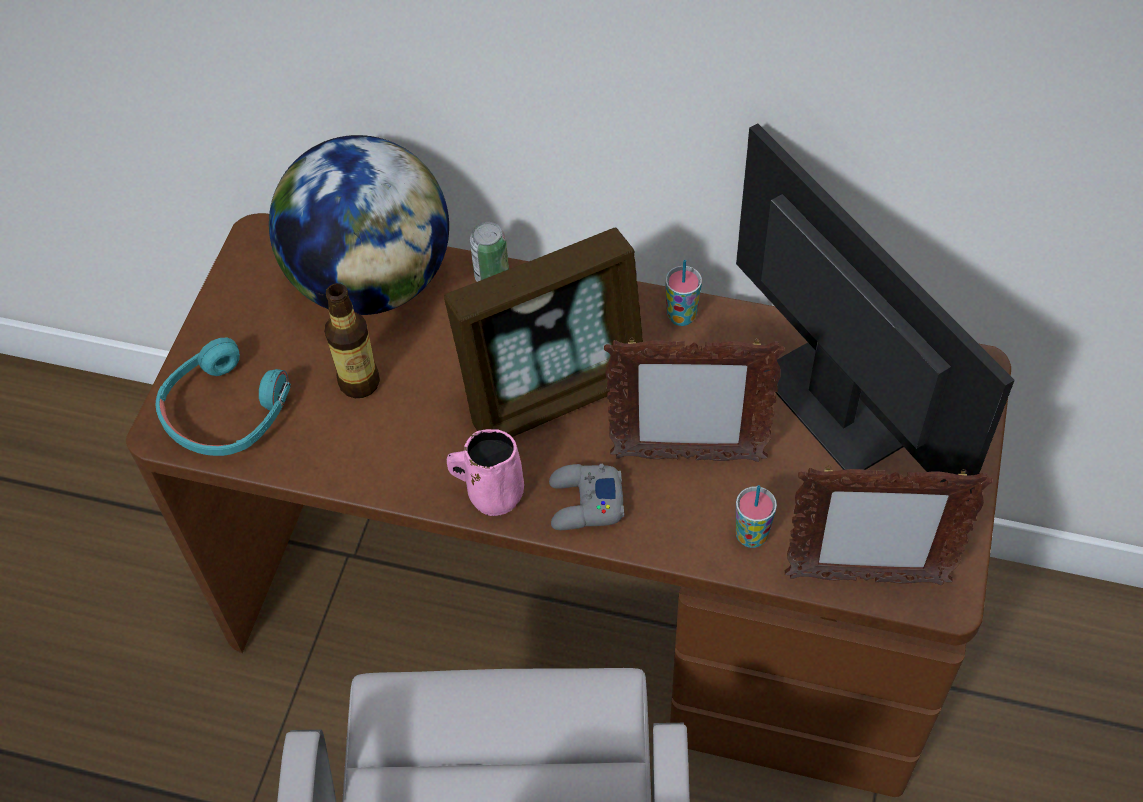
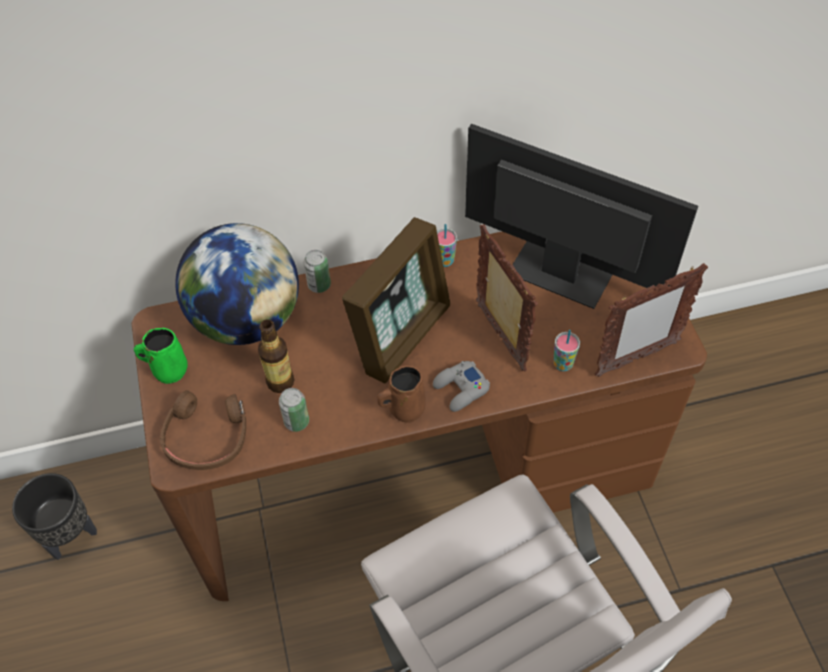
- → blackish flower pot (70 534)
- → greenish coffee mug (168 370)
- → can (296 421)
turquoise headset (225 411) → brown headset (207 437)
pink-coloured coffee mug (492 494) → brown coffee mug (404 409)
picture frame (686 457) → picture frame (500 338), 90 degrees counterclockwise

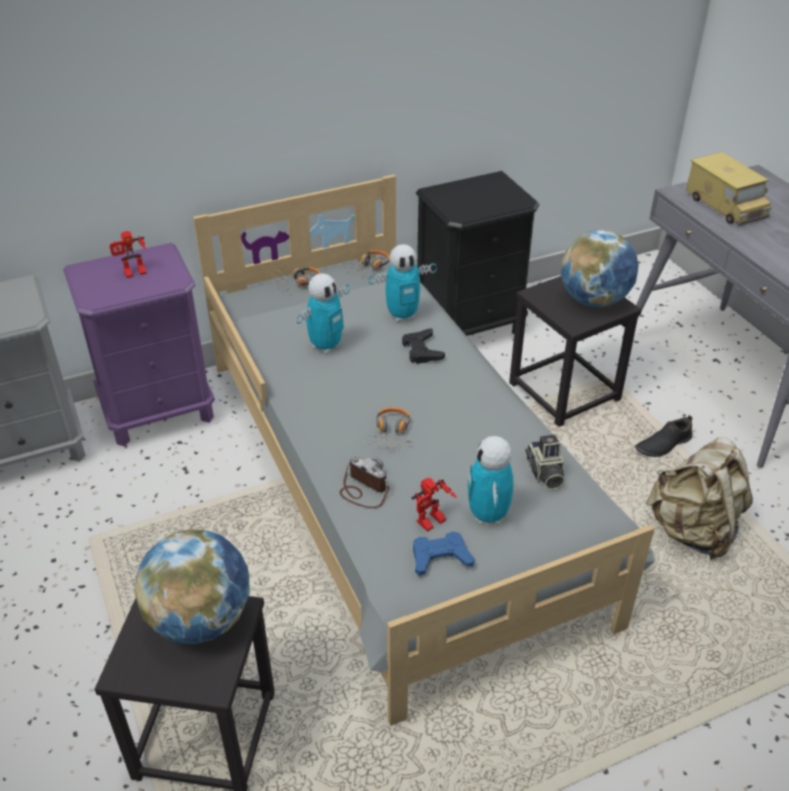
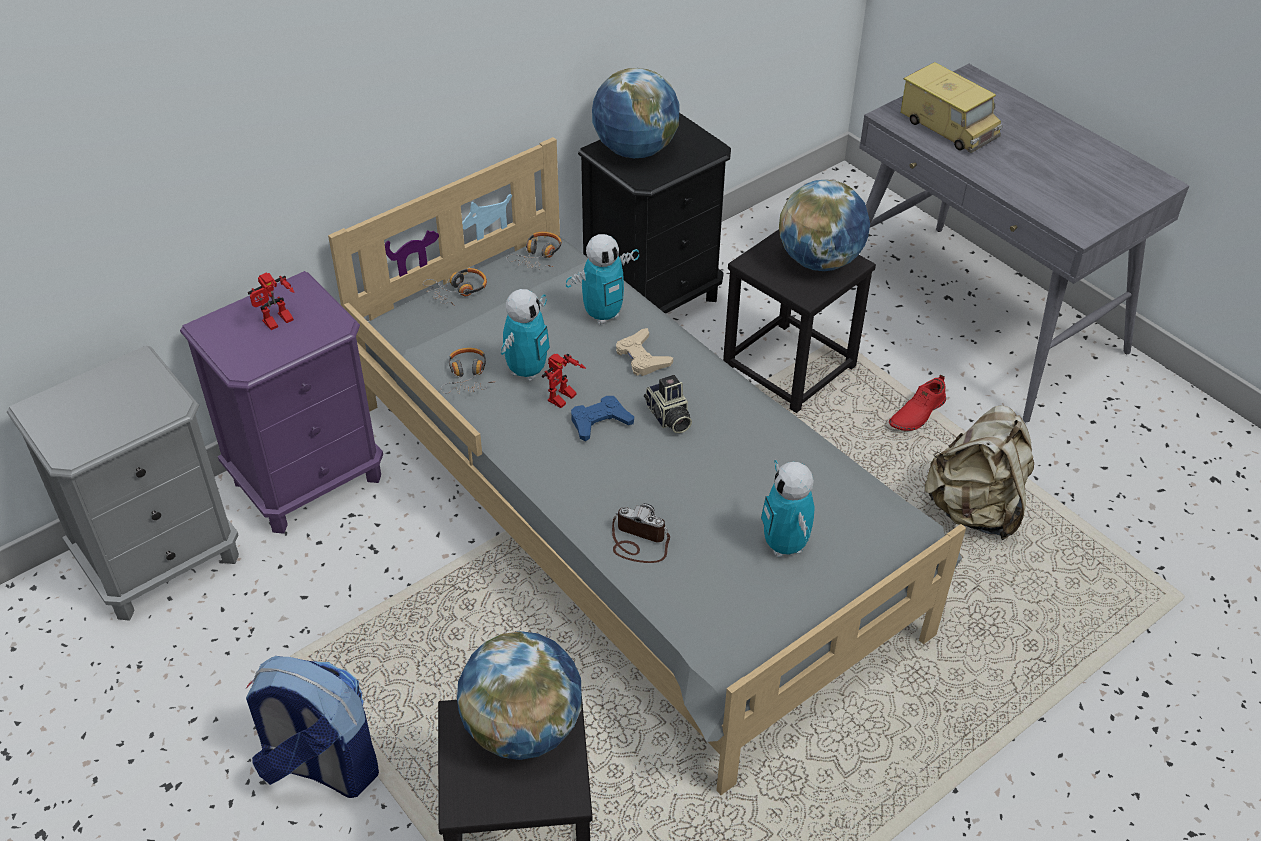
- → rucksack (320 766)
- → globe (635 151)
headset (390 433) → headset (467 377), moved
robot figure (432 524) → robot figure (563 400), moved
bluish gamepad (440 557) → bluish gamepad (600 422), moved
photo camera (544 473) → photo camera (668 417), moved
blackish gamepad (422 350) → beige-coloured gamepad (642 357)
blackish shoe (663 444) → red-coloured shoe (916 413)

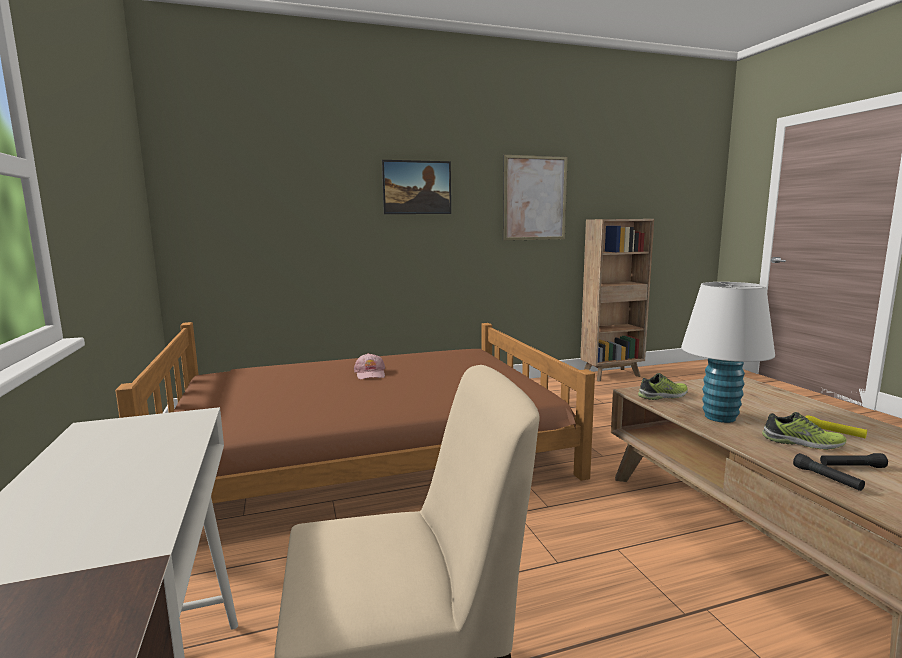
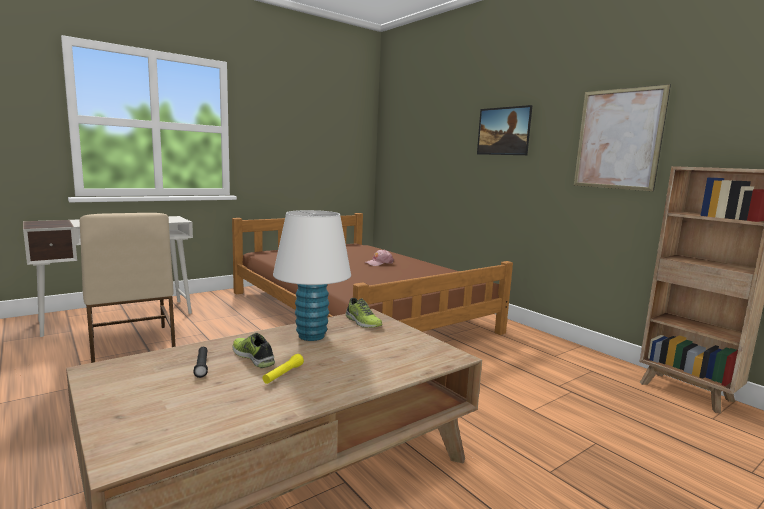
blackish torch (827 479) → -
shoe (802 443) → shoe (254 357), 135 degrees clockwise

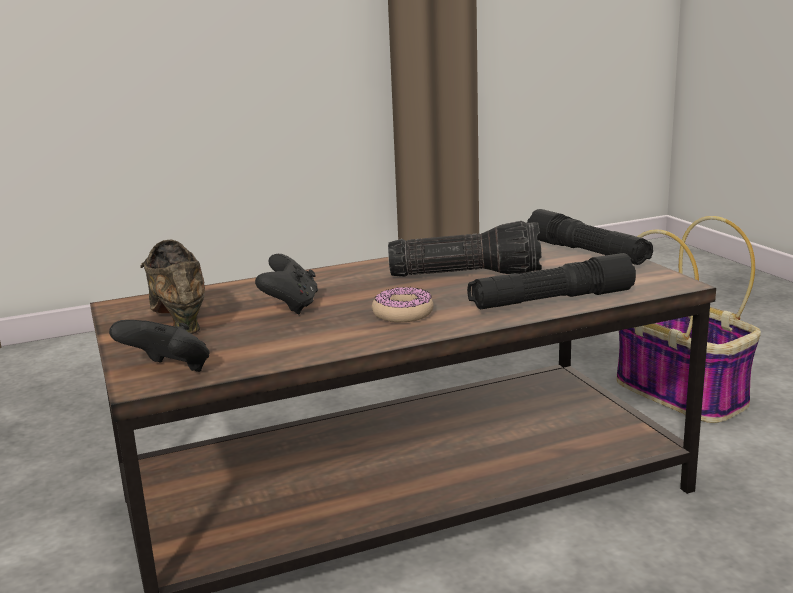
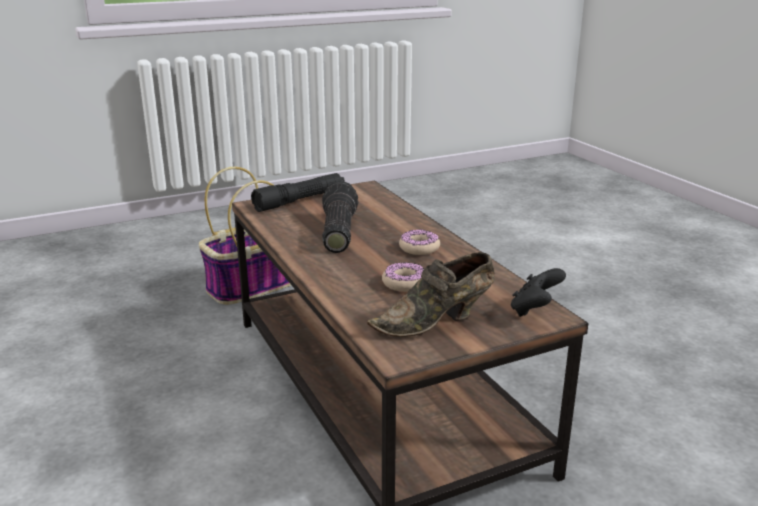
blackish torch (551 301) → -
blackish gamepad (291 306) → donut (404 283)

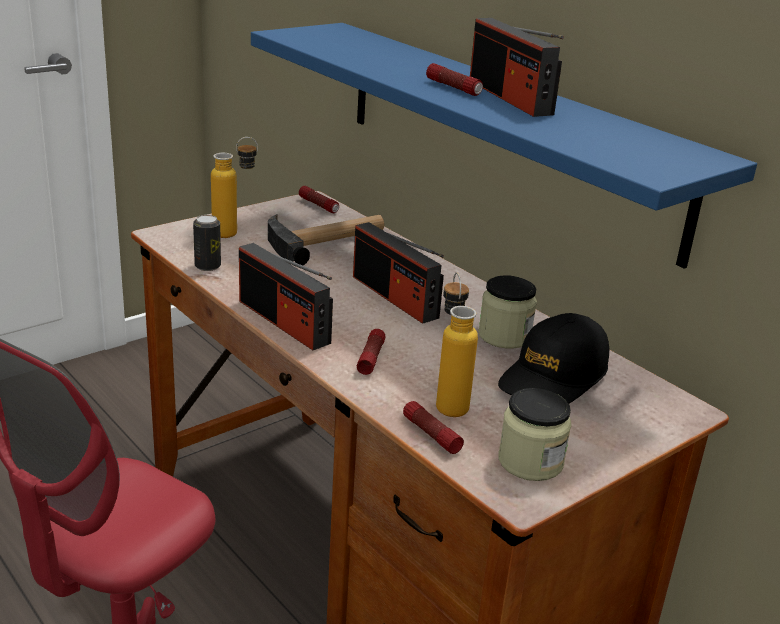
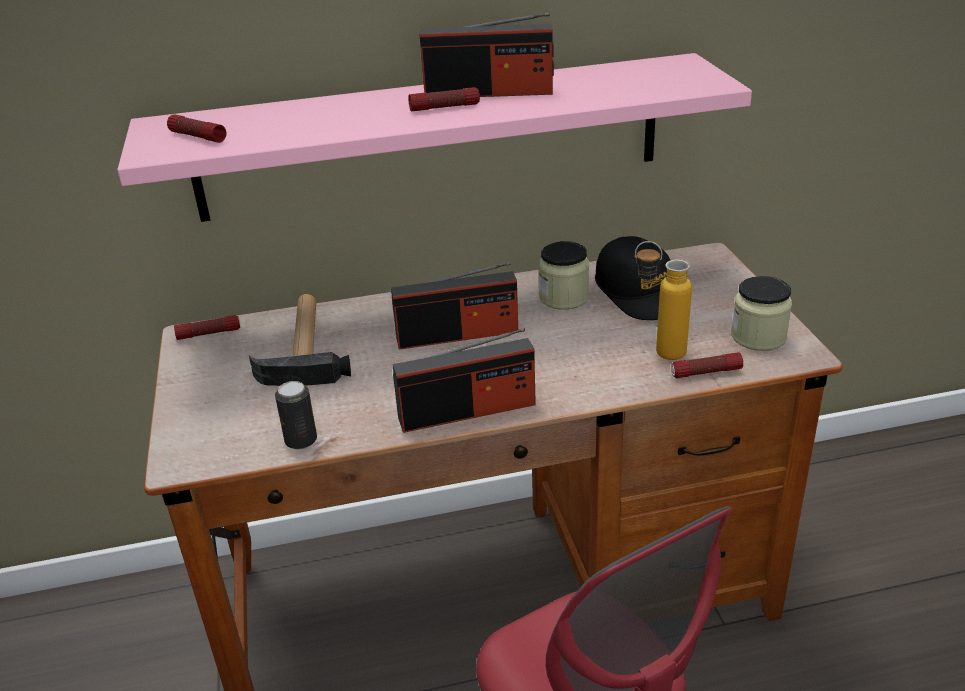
beverage bottle (235 233) → -
torch (371 358) → torch (197 137), moved
bluish shelf (503 132) → pink-coloured shelf (431 138)

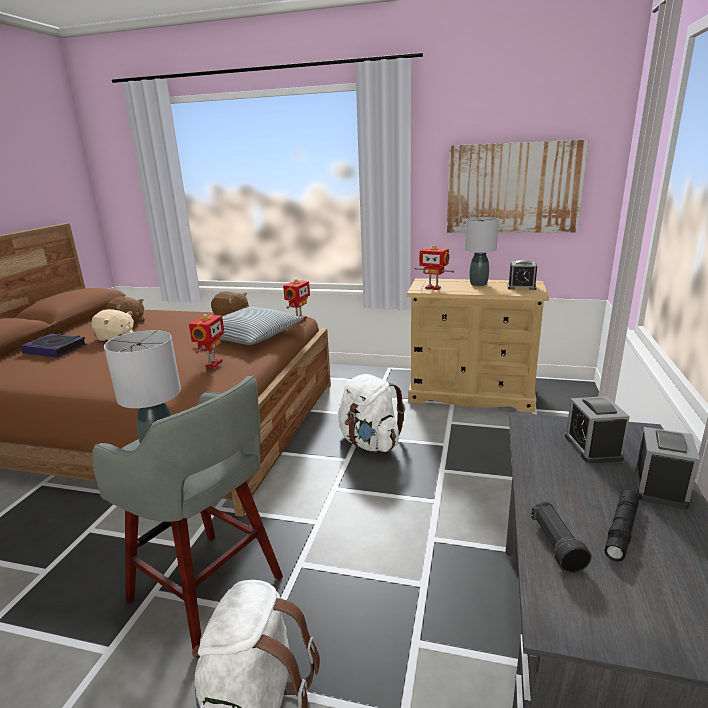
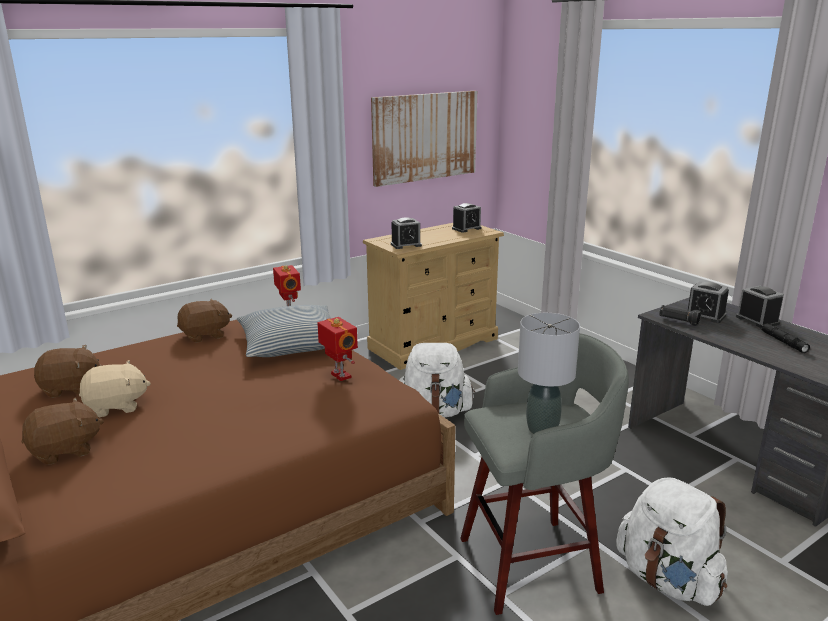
grey table lamp (478 284) → -
blackish torch (556 545) → blackish torch (678 321), moved
volume (55 349) → brown cuddly toy (65 450)
robot figure (433 288) → table clock (406 245)

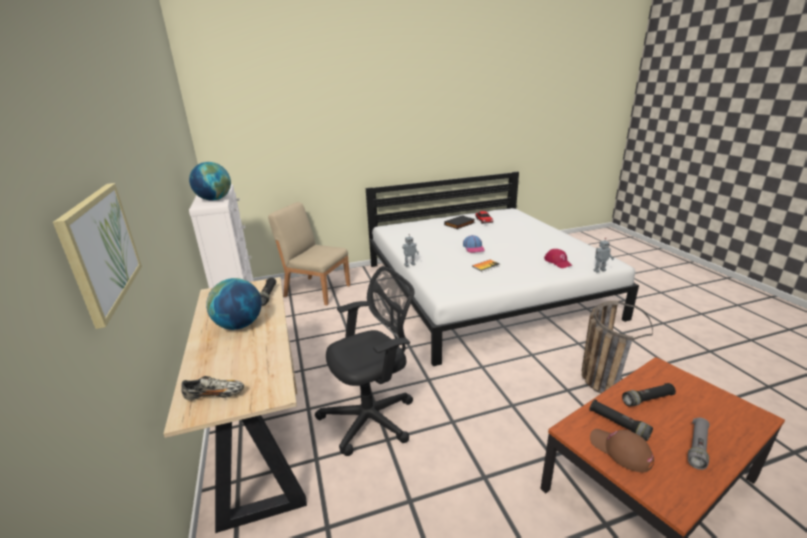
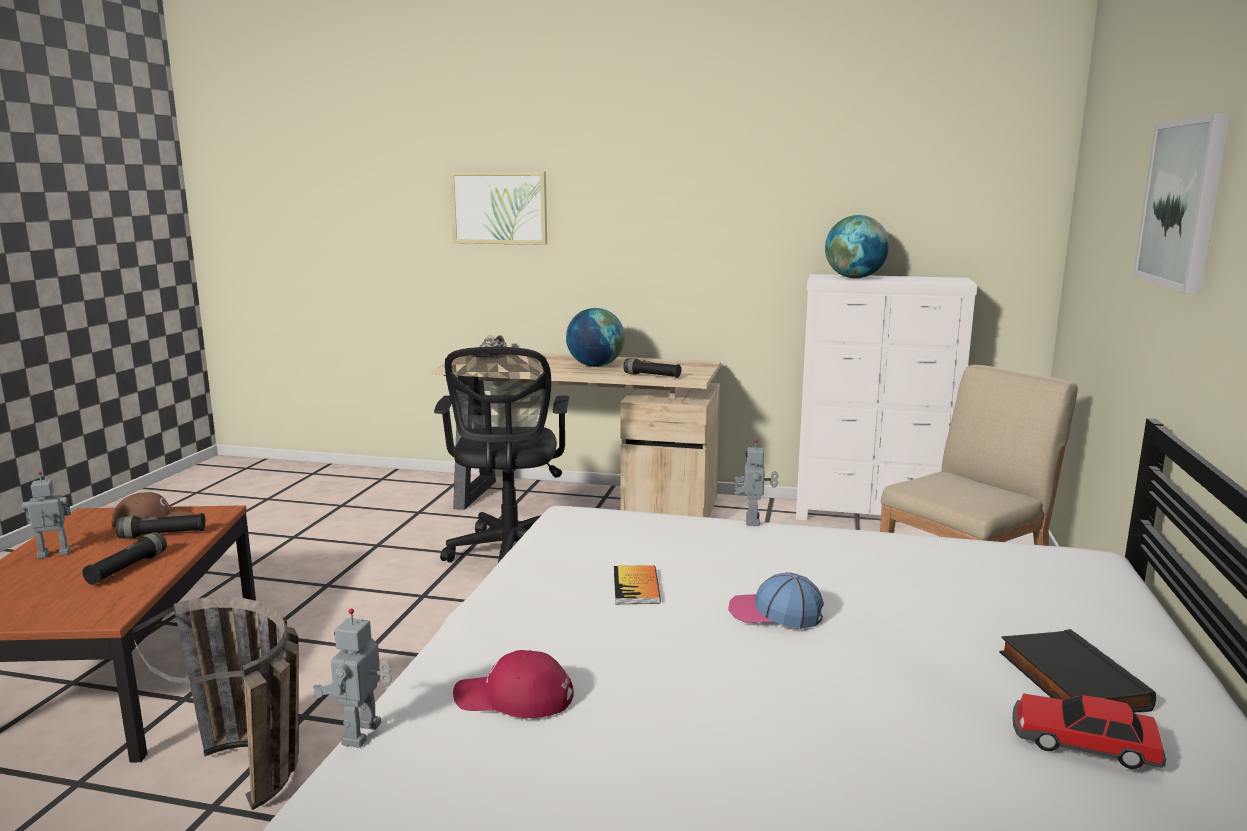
- → wall picture (1183 203)
grey torch (697 448) → robot figure (53 555)

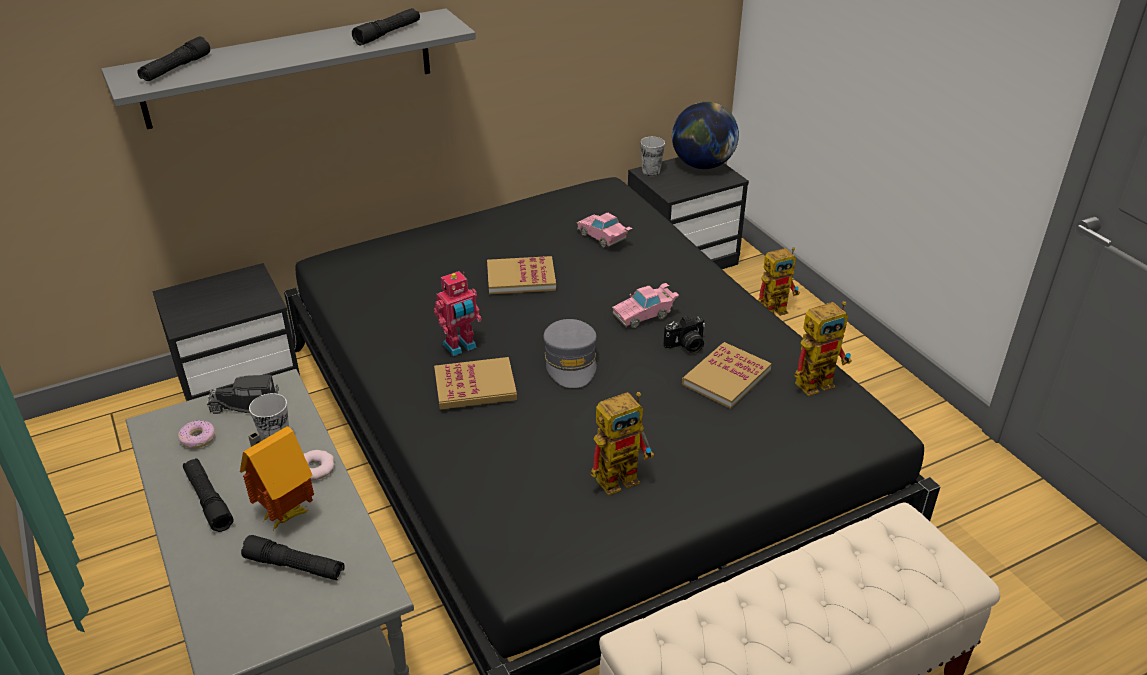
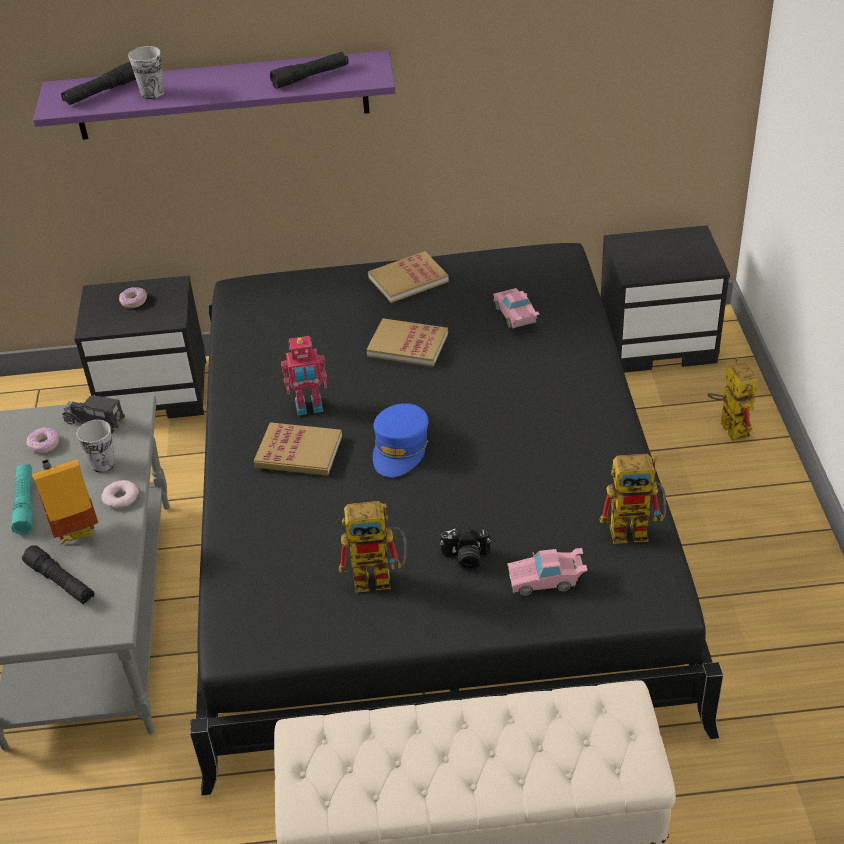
globe (702 165) → -
- → donut (133 301)
pink-coloured miniature car (645 315) → pink-coloured miniature car (546 580), moved
drinking cup (651 172) → drinking cup (152 93), moved
photo camera (686 346) → photo camera (466 558), moved
volume (726 377) → volume (408 279), moved
grey shelf (290 68) → purplish shelf (221 95)
blackish torch (208 500) → turquoise torch (25 504)
grey cap (571 362) → bluish cap (400 449)
robot figure (777 308) → robot figure (728 426), 105 degrees counterclockwise

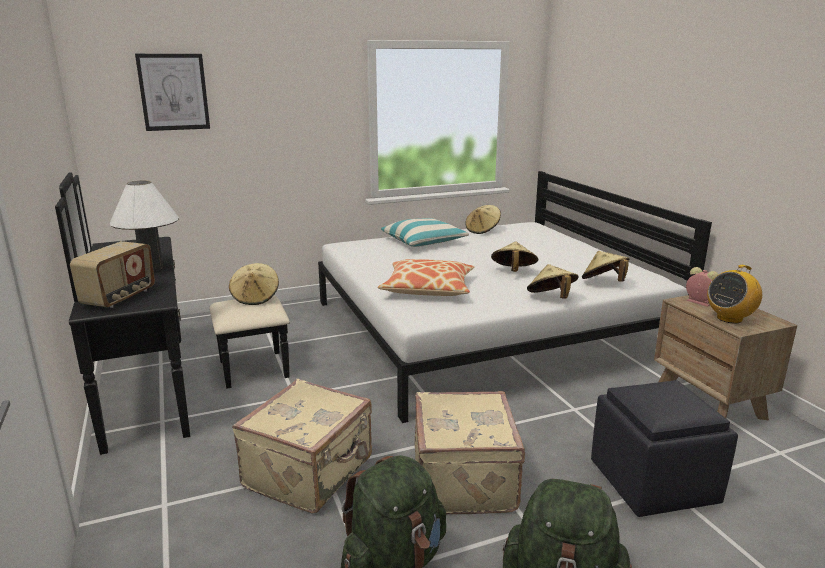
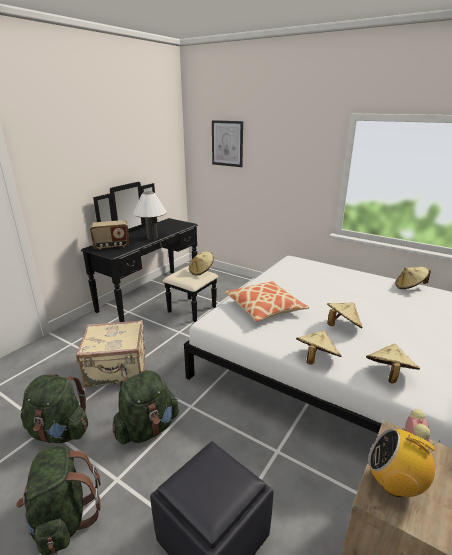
pillow (423 242) → -
beige-coloured suitcase (466 480) → greenish rucksack (147 428)

